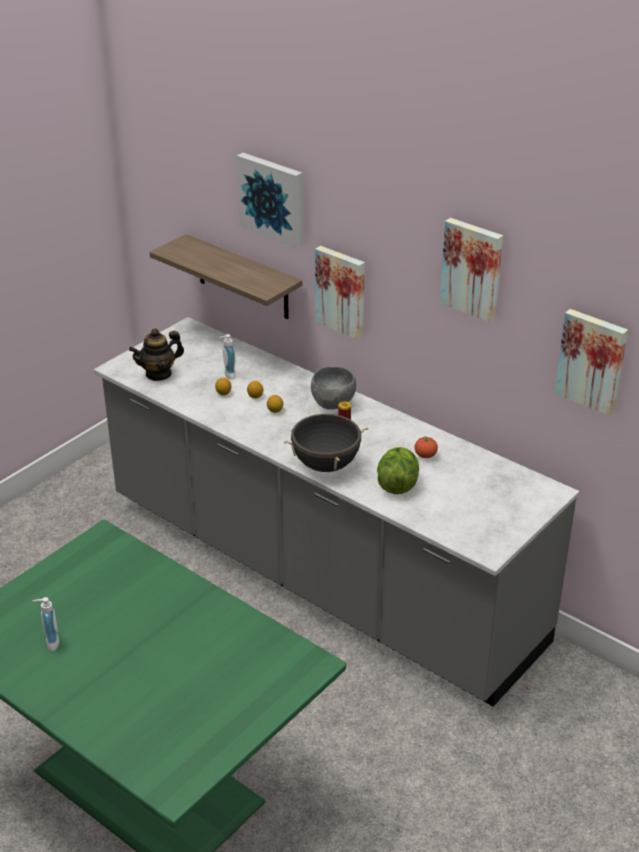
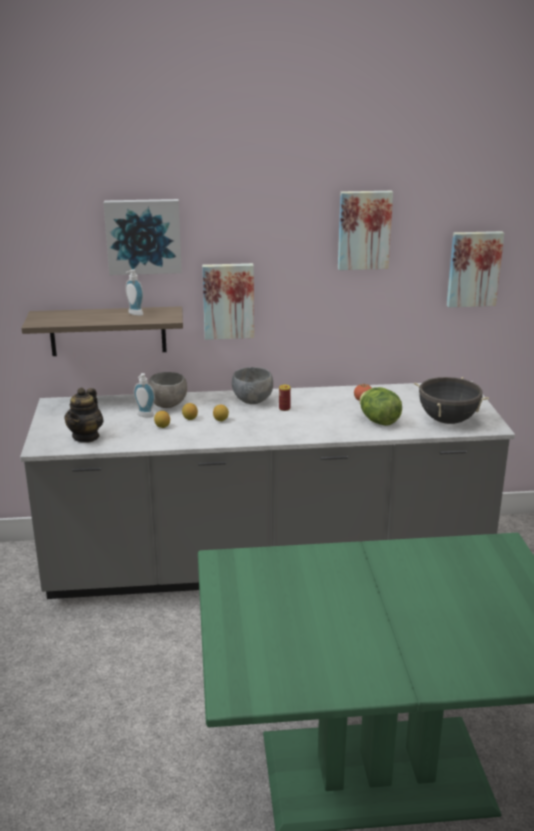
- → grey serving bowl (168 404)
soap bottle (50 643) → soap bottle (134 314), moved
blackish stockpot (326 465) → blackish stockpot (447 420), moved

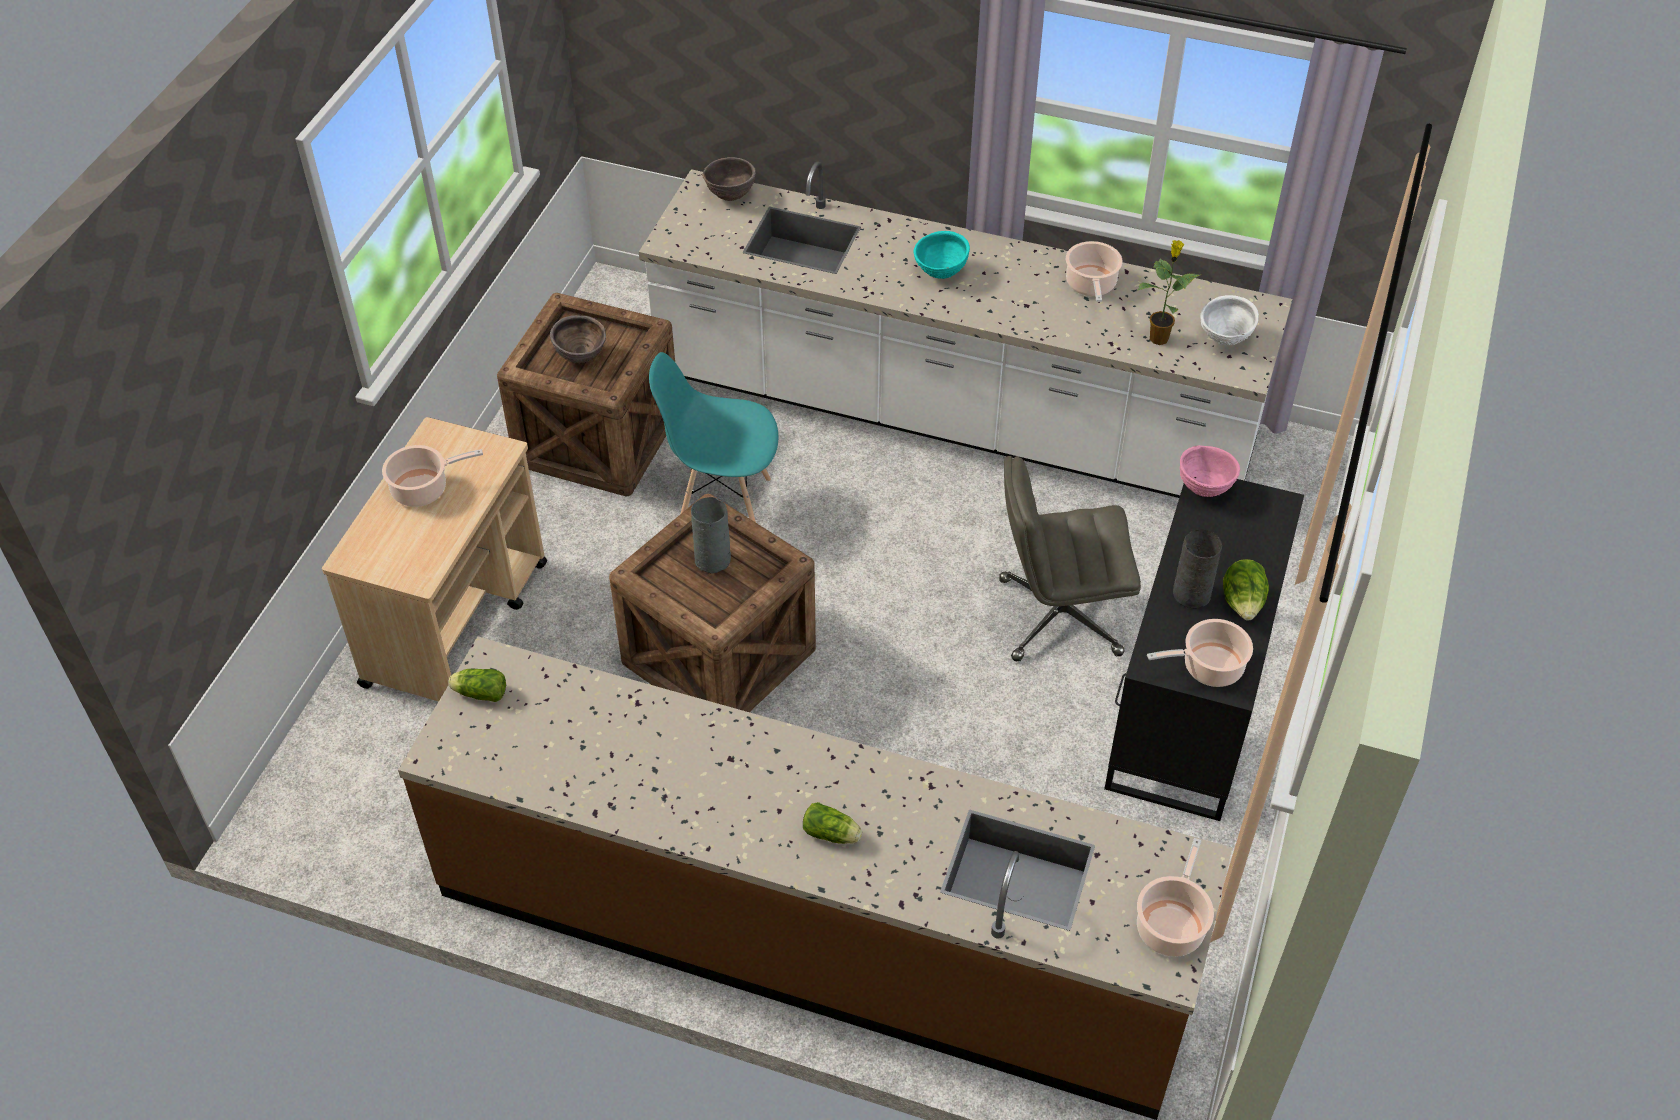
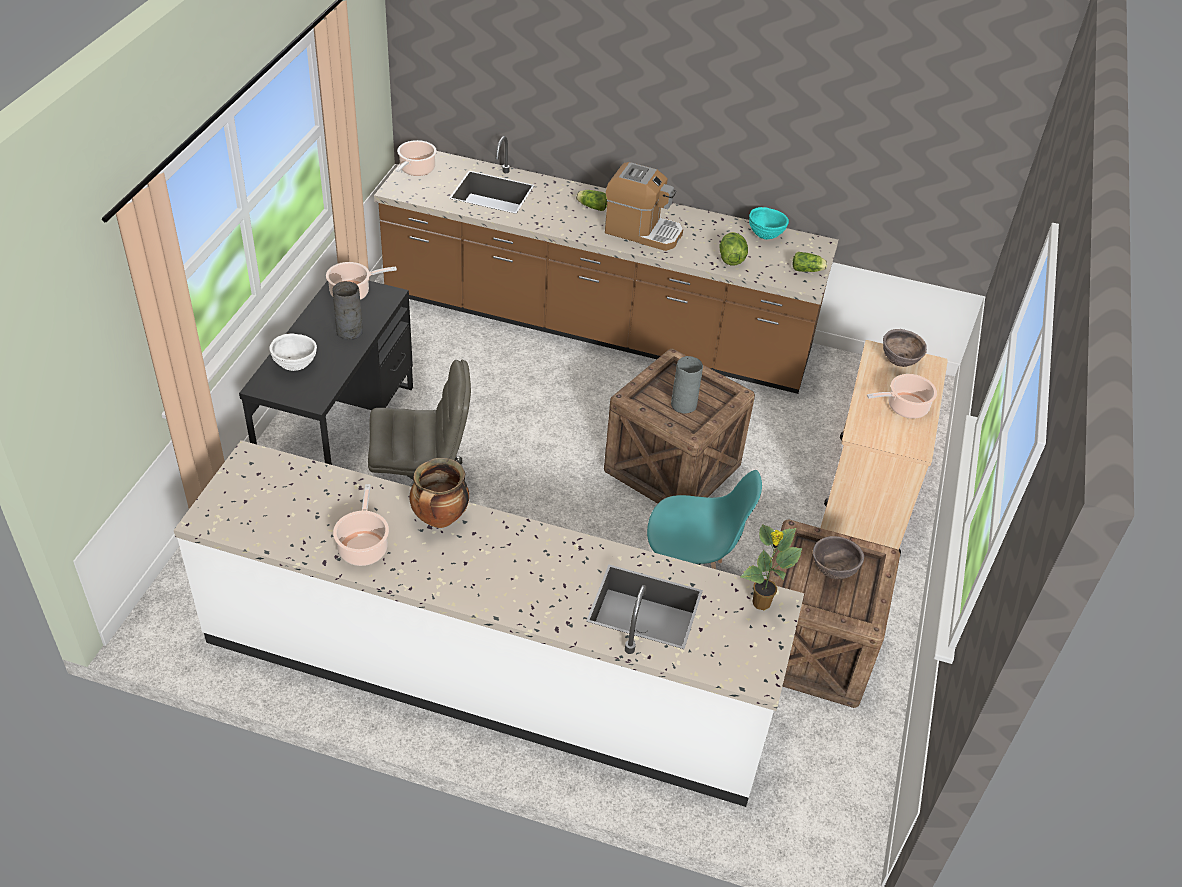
pink-coloured serving bowl (1204 489) → -
- → stockpot (440 519)
- → coffee brewer (642 231)
brown serving bowl (730 196) → brown serving bowl (899 362), moved
turquoise serving bowl (940 273) → turquoise serving bowl (765 236), moved
houseplant (1159 337) → houseplant (761 604), moved
white serving bowl (1224 339) → white serving bowl (295 366), moved
head of lettuce (1242 604) → head of lettuce (731 258), moved

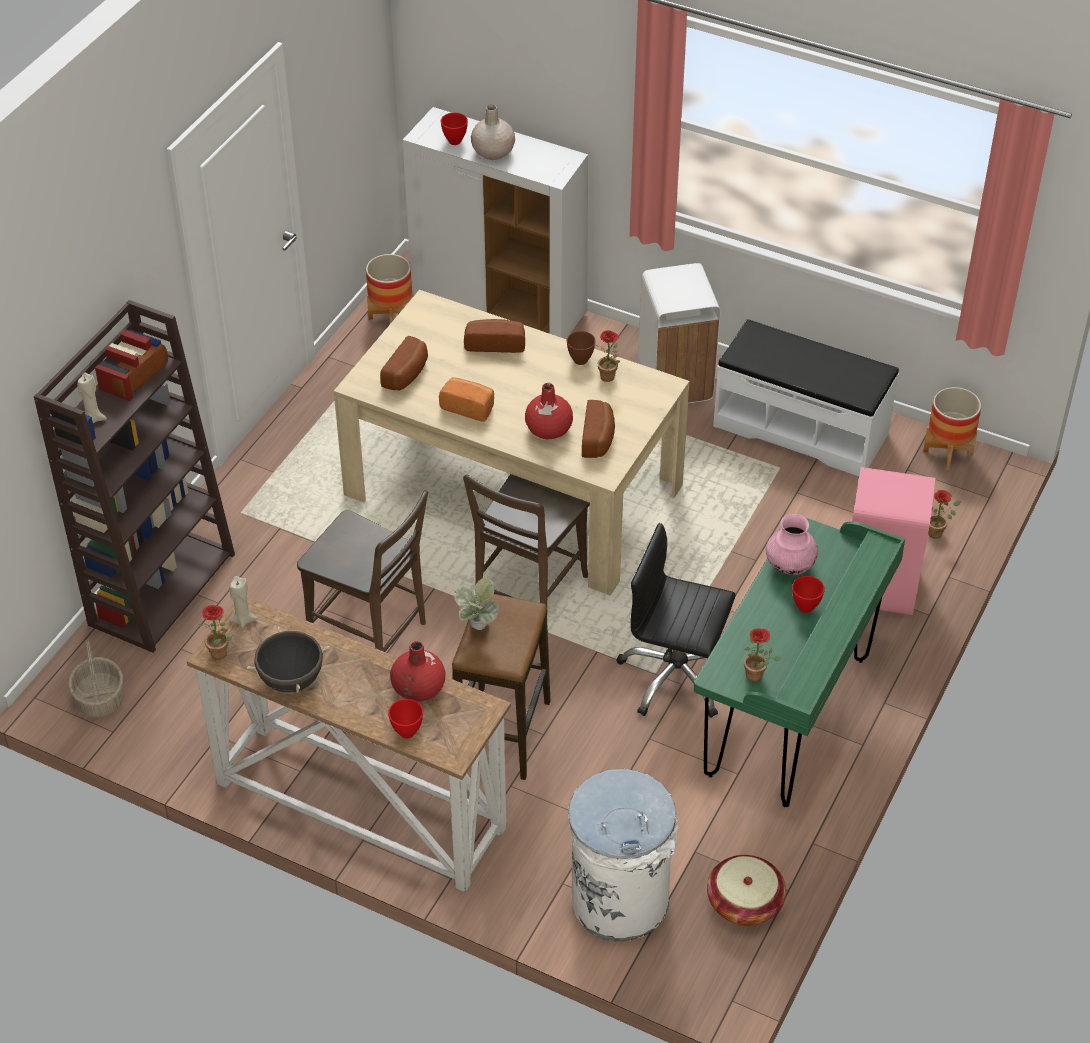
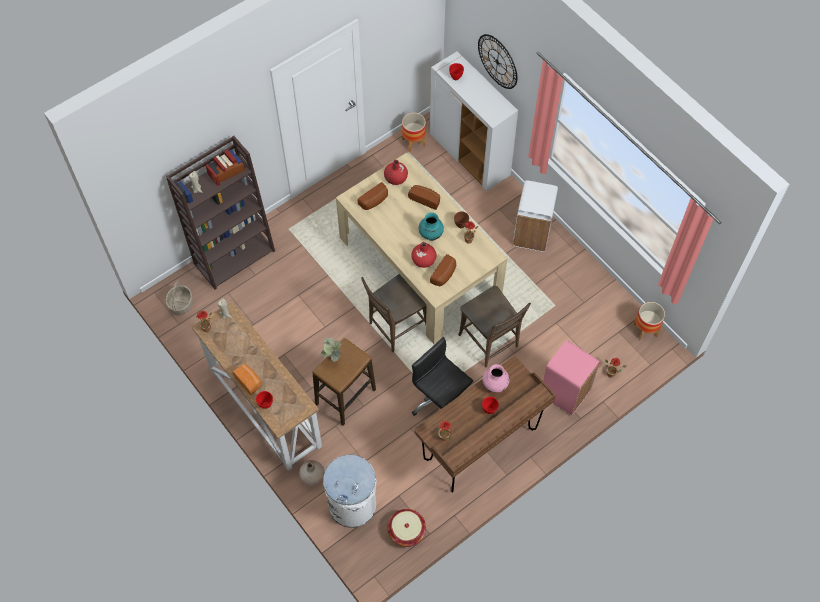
blackish stockpot (291 680) → -
white indoor bench (801 429) → -
- → turquoise flower vase (430 234)
- → clock on the wall (497 61)
brown chair (372 635) → brown chair (490 343), moved
red-coloured flower vase (419 689) → red-coloured flower vase (396 178), moved
bread (468 407) → bread (249 381), moved
beige-coloured flower vase (492 152) → beige-coloured flower vase (312 476), moved
greenish desk unit (788 718) → brown desk unit (480 445)

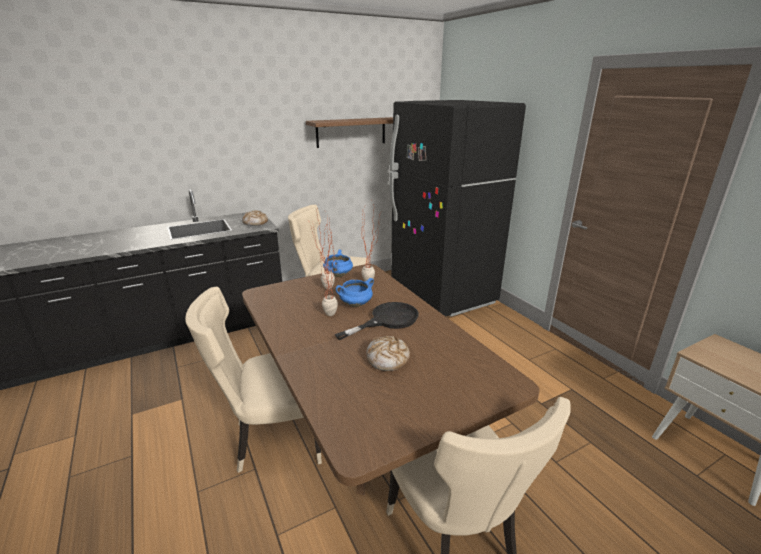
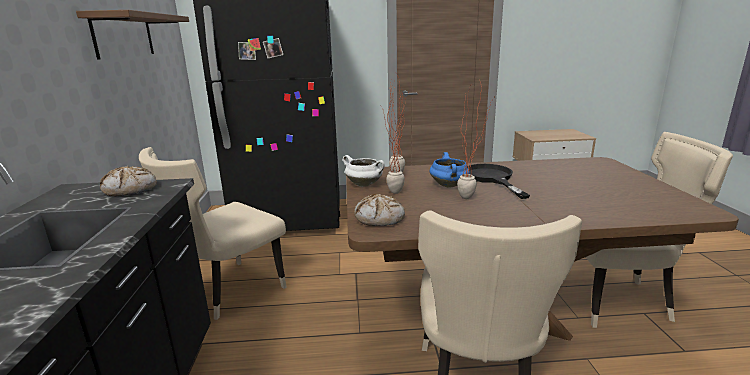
bread (387 359) → bread (380 218), moved
bluish stockpot (338 275) → white stockpot (365 184)

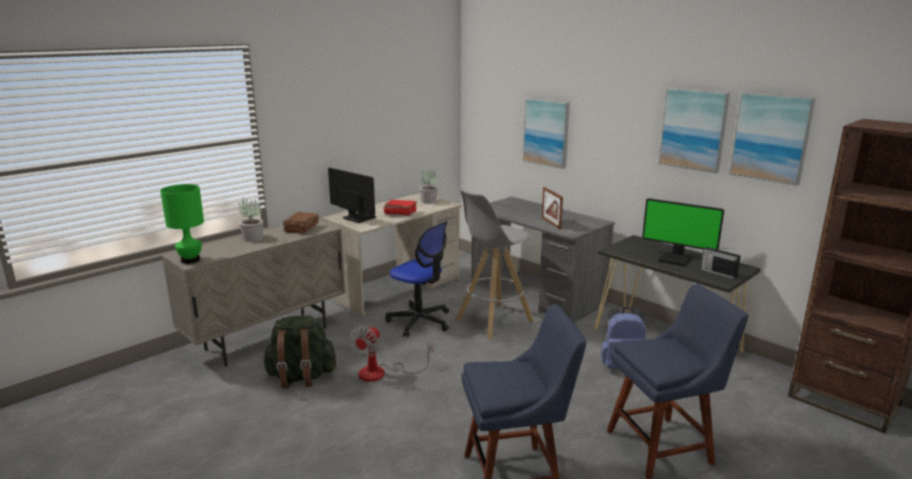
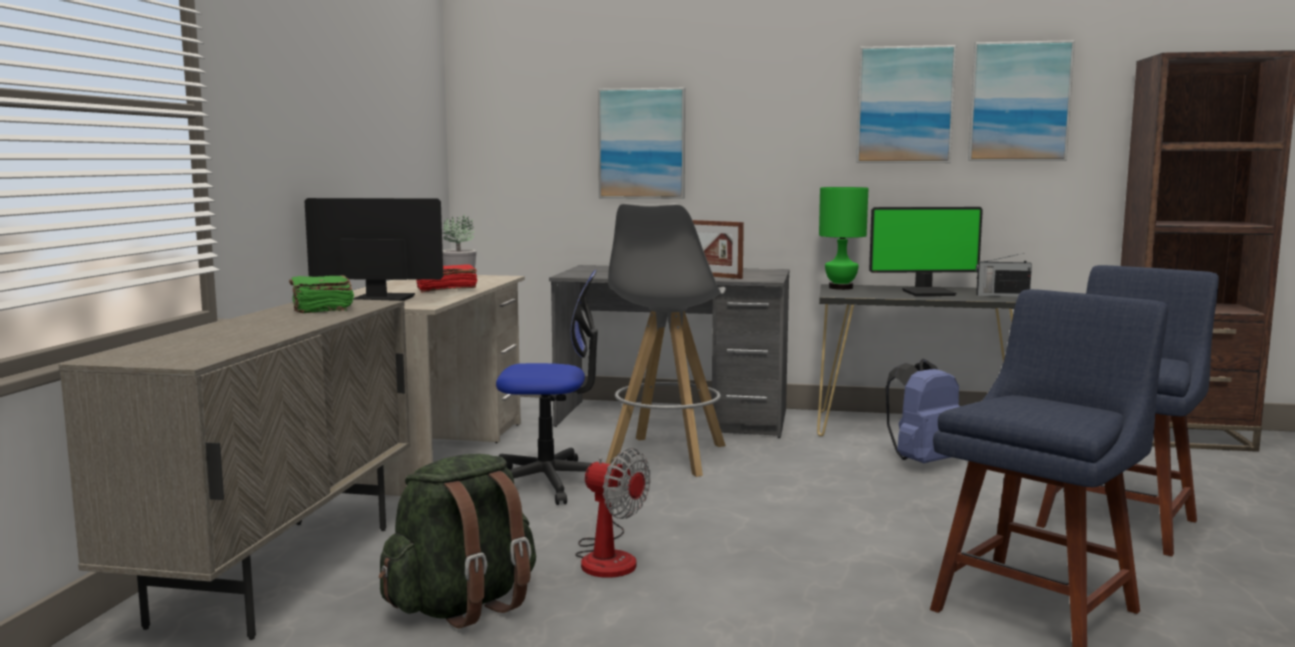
houseplant (252 238) → -
greenish table lamp (190 260) → greenish table lamp (840 288), moved
brown volume (301 228) → greenish volume (321 307)
fan (381 373) → fan (608 557), 45 degrees counterclockwise

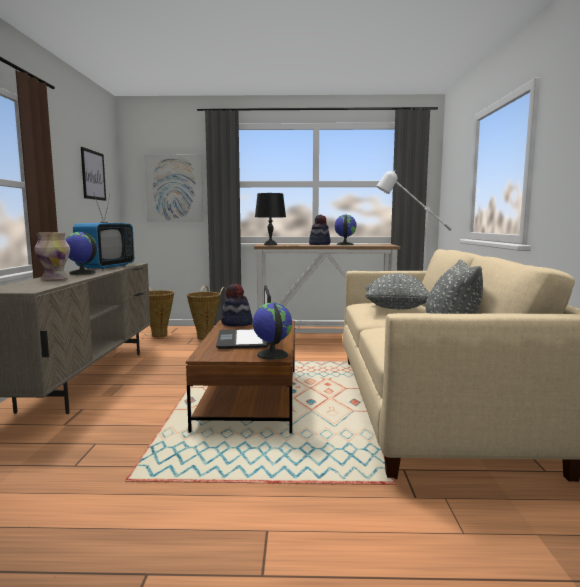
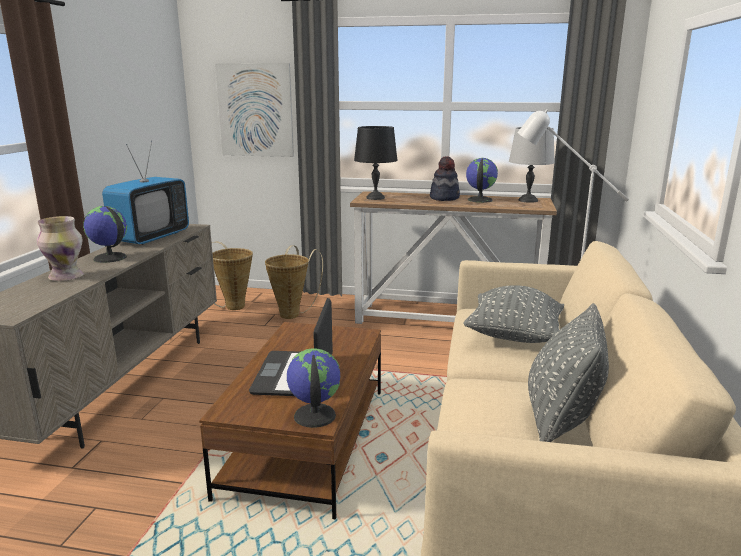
wall picture (93 175) → -
wearable hat (236 324) → -
- → grey table lamp (528 200)

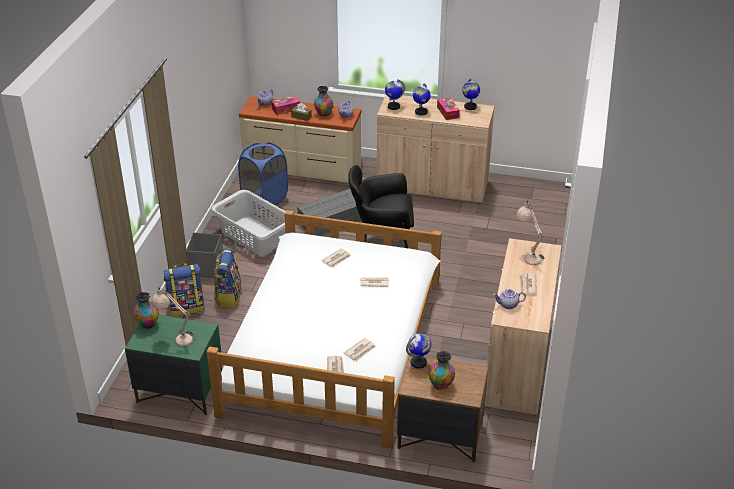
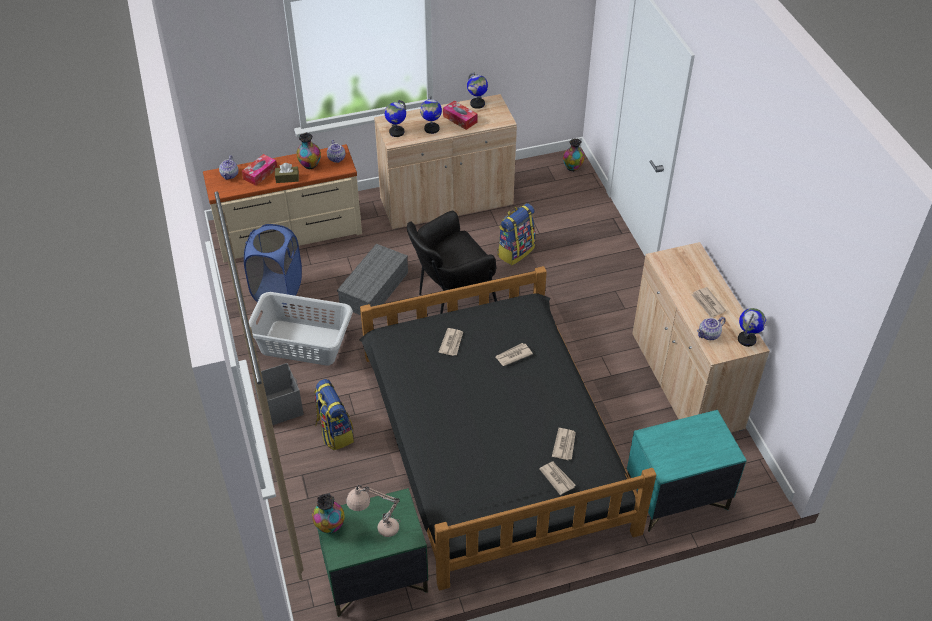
beige-coloured table lamp (528 254) → -
rucksack (186 307) → rucksack (515 251), moved
globe (418 362) → globe (747 339), moved
flower vase (441 384) → flower vase (572 167), moved
white bedroom bed (334 343) → blackish bedroom bed (493 439)
brown nightstand (439 436) → turquoise nightstand (676 496)

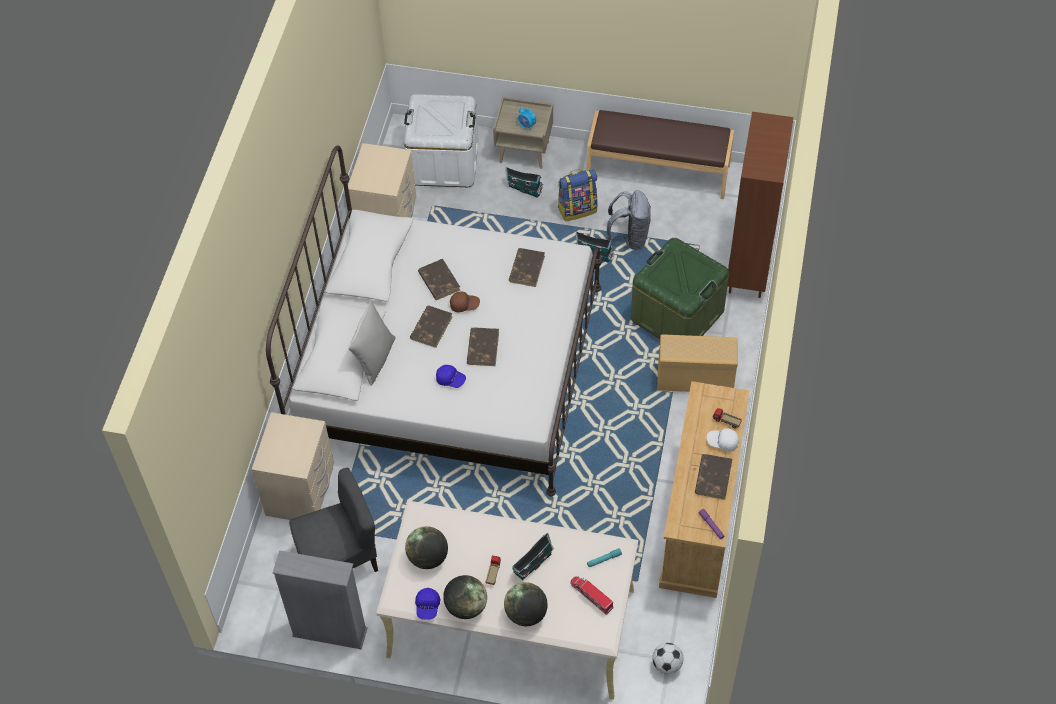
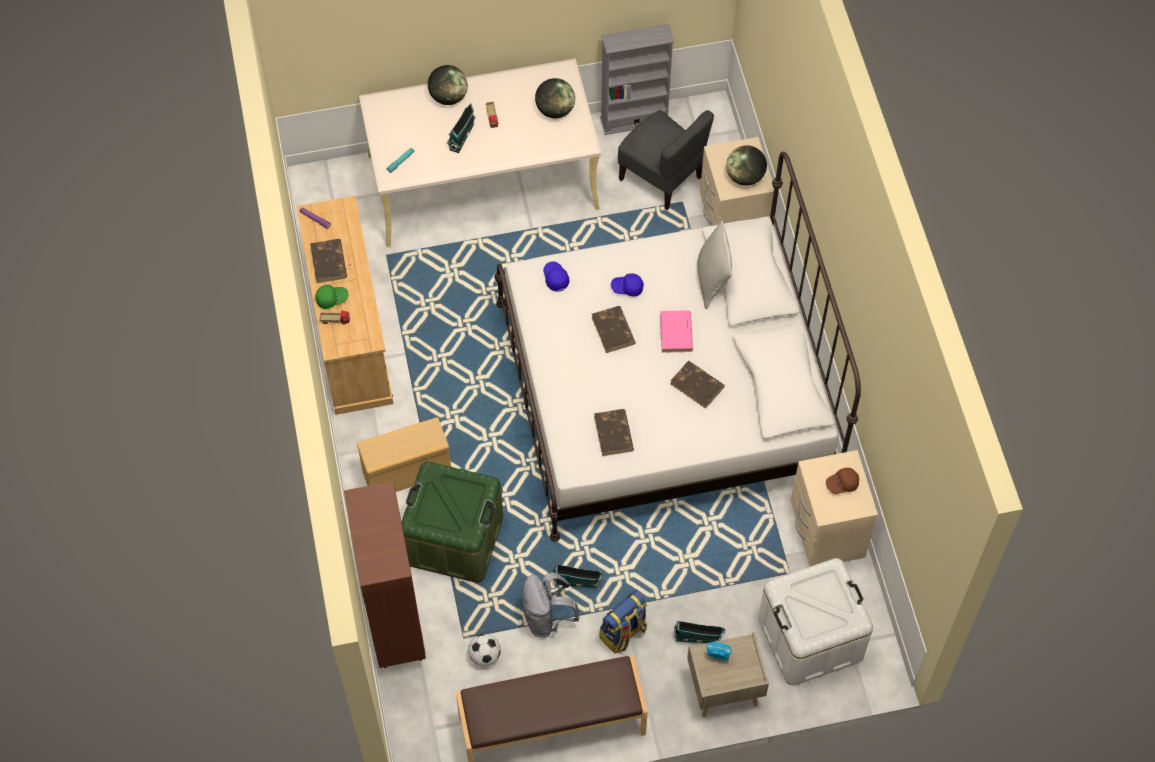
toy truck (591 596) → -
bluish cap (427 606) → bluish cap (555 278), moved
globe (466 607) → globe (745 177), moved
brown cap (464 305) → brown cap (842 484), moved
football (667 665) → football (484 656), moved
brown volume (431 327) → pink-coloured volume (676 333)
white cap (722 442) → greenish cap (332 299)
grey chair (339 560) → grey chair (661 178), 90 degrees counterclockwise

